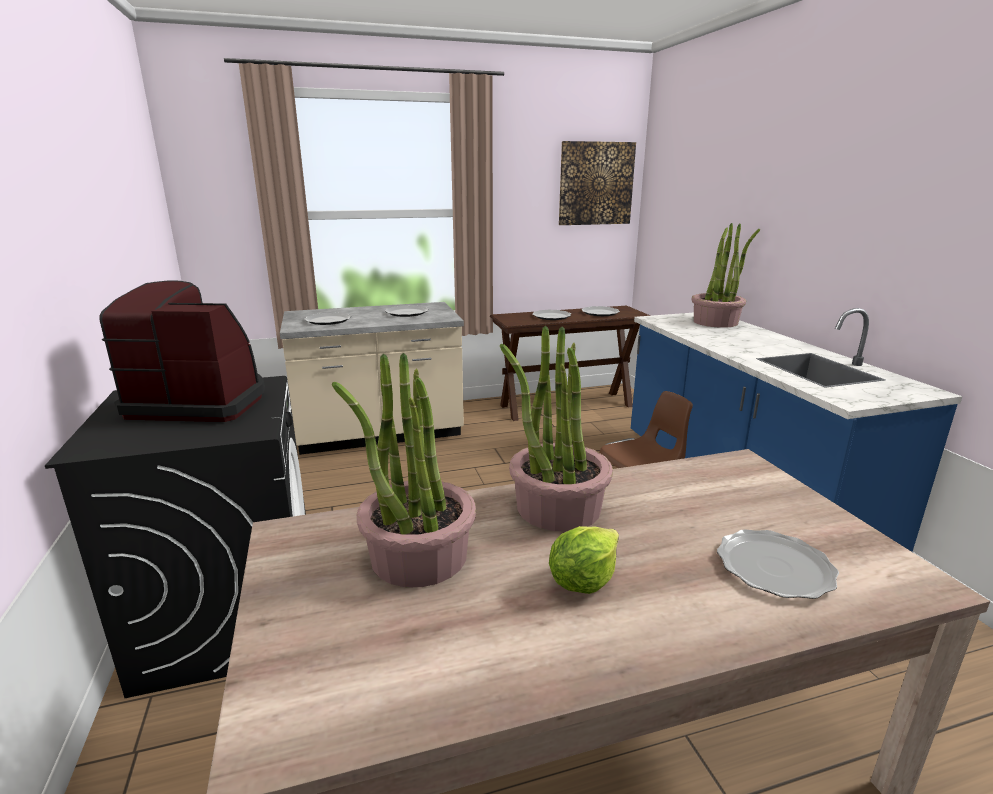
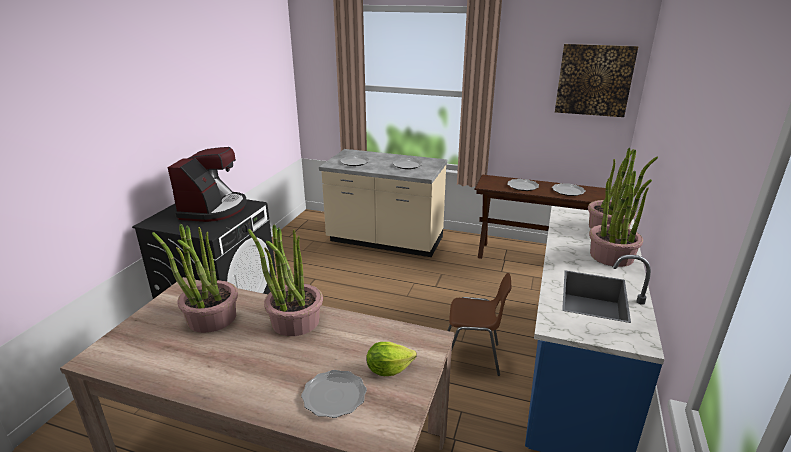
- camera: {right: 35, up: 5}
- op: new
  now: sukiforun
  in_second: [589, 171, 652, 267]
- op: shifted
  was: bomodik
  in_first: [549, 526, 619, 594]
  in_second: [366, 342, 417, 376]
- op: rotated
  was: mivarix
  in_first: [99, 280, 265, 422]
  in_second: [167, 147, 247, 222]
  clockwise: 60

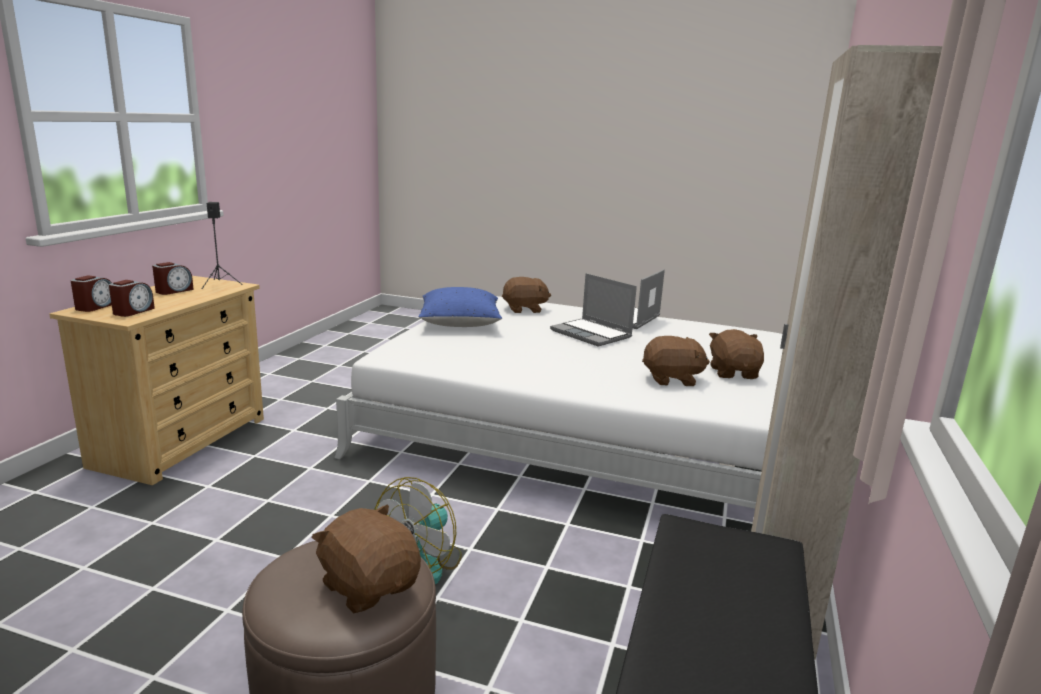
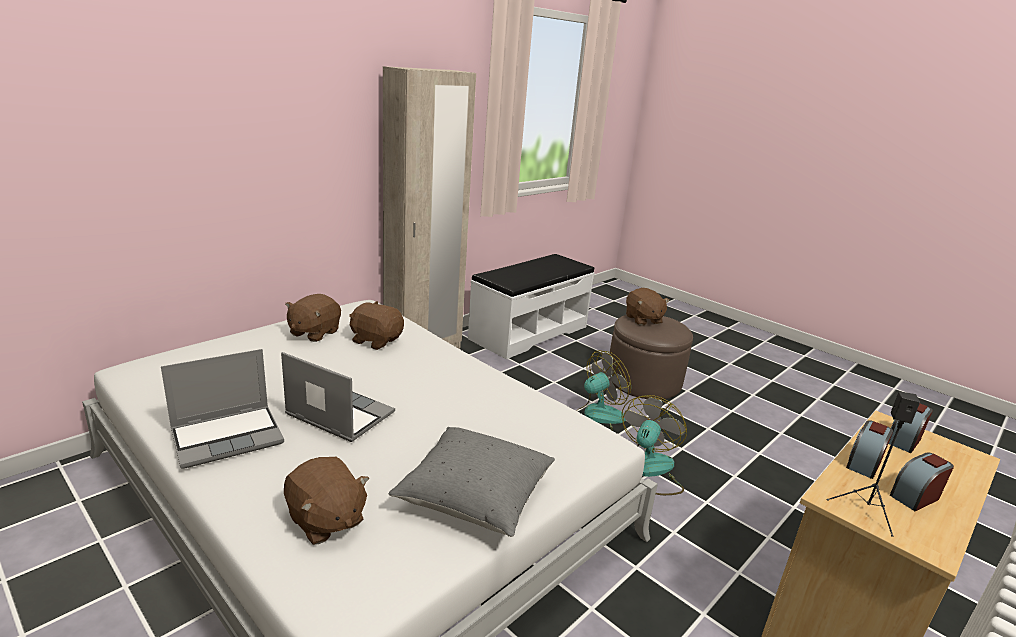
- camera: {right: -155, up: 5}
- op: new
  now: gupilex
  in_second: [622, 395, 687, 495]
- op: shifted
  was: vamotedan
  in_first: [71, 275, 112, 312]
  in_second: [846, 420, 893, 479]
- op: repainted
  was: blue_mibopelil
  now: grey_mibopelil
  in_first: [418, 287, 502, 327]
  in_second: [389, 427, 555, 537]
- op: rotated
  was: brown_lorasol
  in_first: [502, 277, 551, 313]
  in_second: [284, 457, 369, 545]
  clockwise: -150
- op: rotated
  was: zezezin
  in_first: [550, 273, 637, 347]
  in_second: [281, 352, 395, 442]
  clockwise: -45

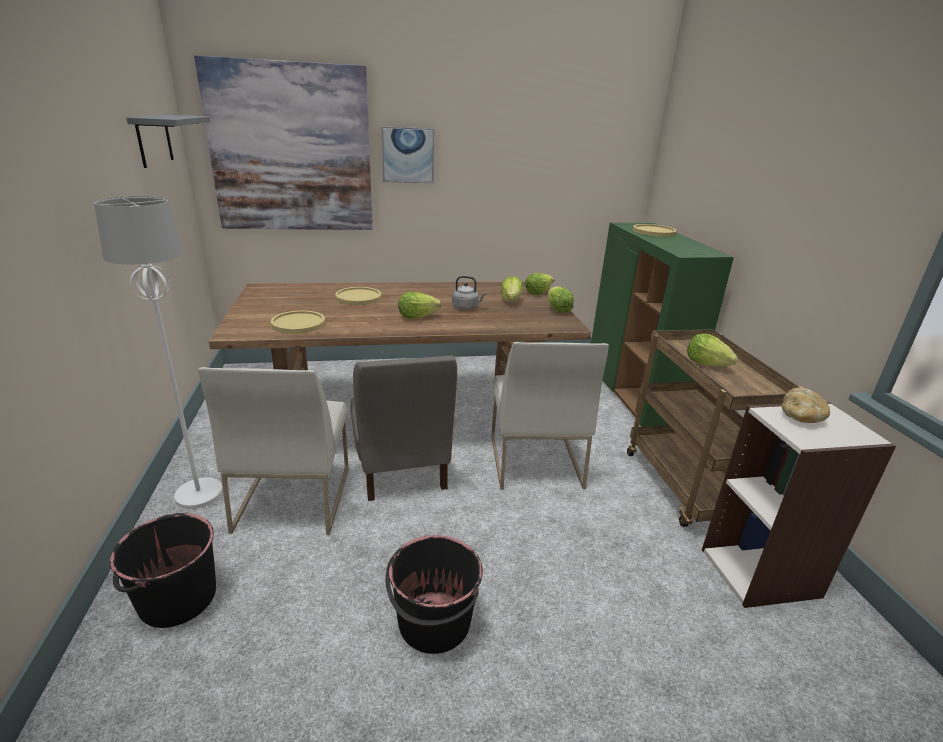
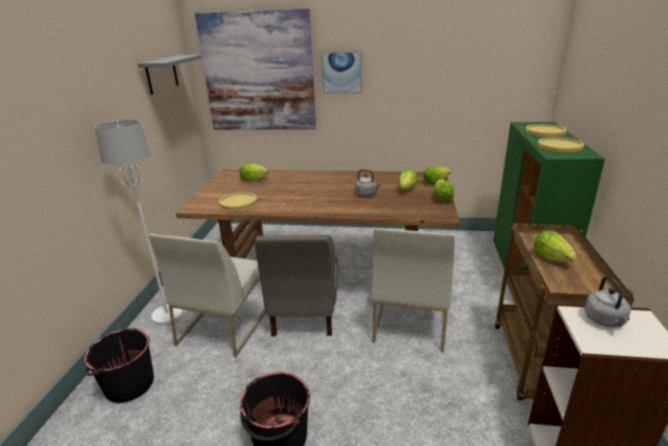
- camera: {right: 20, up: 0}
- op: shifted
  was: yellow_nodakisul
  in_first: [335, 287, 381, 305]
  in_second: [537, 137, 584, 152]
- op: shifted
  was: bomodik
  in_first: [398, 292, 441, 318]
  in_second: [239, 163, 269, 181]
- op: swapped
  was: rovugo
  now: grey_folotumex
  in_first: [782, 387, 830, 423]
  in_second: [584, 276, 631, 327]

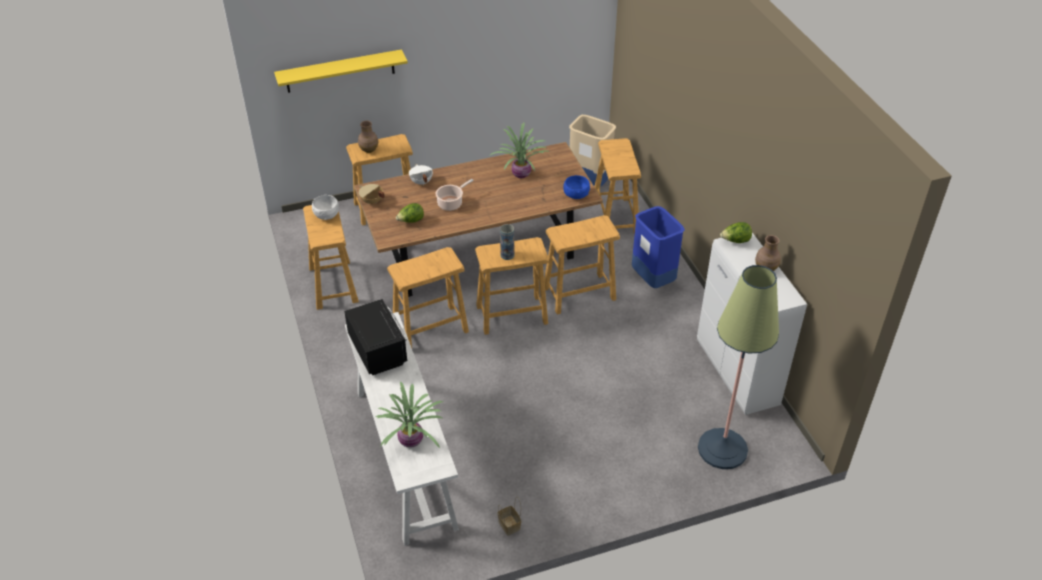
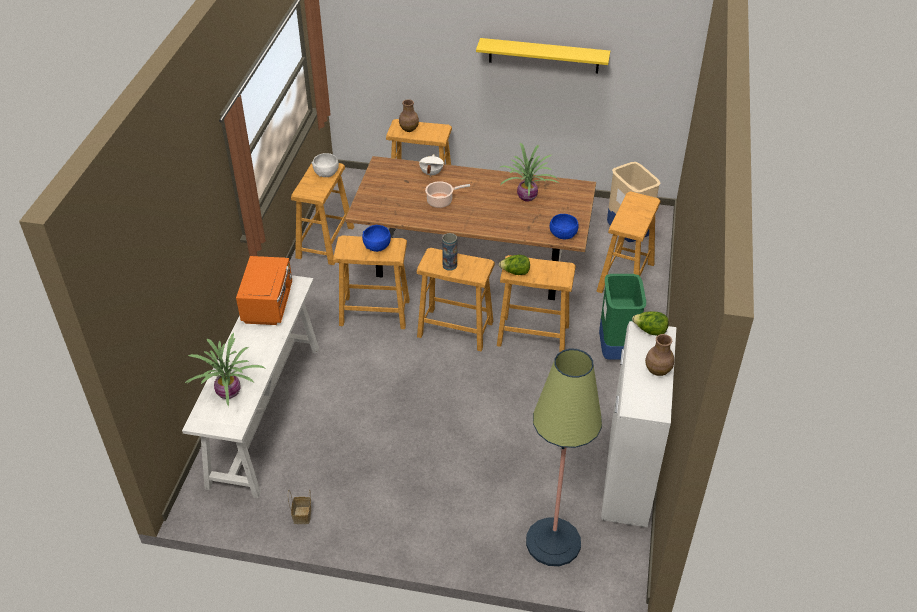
- camera: {right: 30, up: 0}
- op: gone
  was: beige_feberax
  in_first: [359, 184, 385, 204]
- op: new
  now: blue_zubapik
  in_second: [362, 225, 391, 252]
- op: shifted
  was: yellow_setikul
  in_first: [274, 49, 408, 93]
  in_second: [476, 38, 610, 73]
- op: shifted
  was: bomodik
  in_first: [396, 203, 424, 223]
  in_second: [499, 255, 530, 275]
- op: repainted
  was: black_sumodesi
  now: orange_sumodesi
  in_first: [344, 299, 408, 375]
  in_second: [236, 256, 292, 325]
- op: repainted
  was: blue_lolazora
  now: green_lolazora
  in_first: [632, 206, 685, 288]
  in_second: [599, 274, 646, 360]

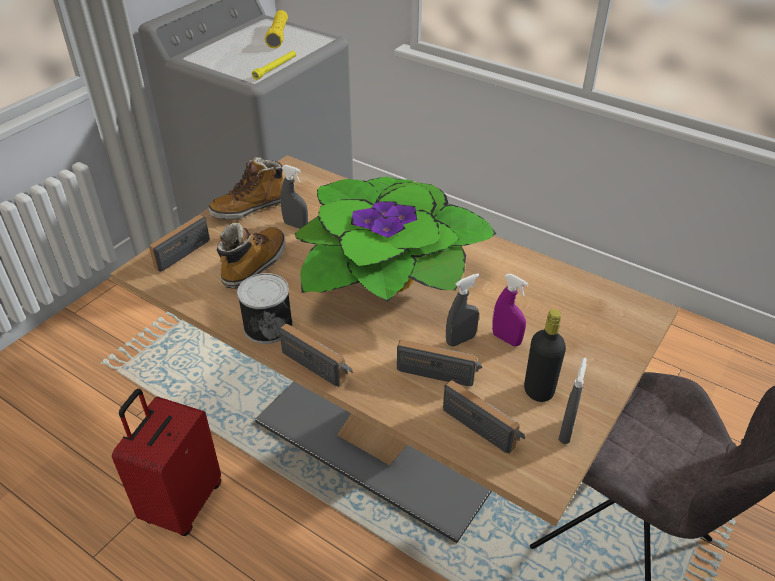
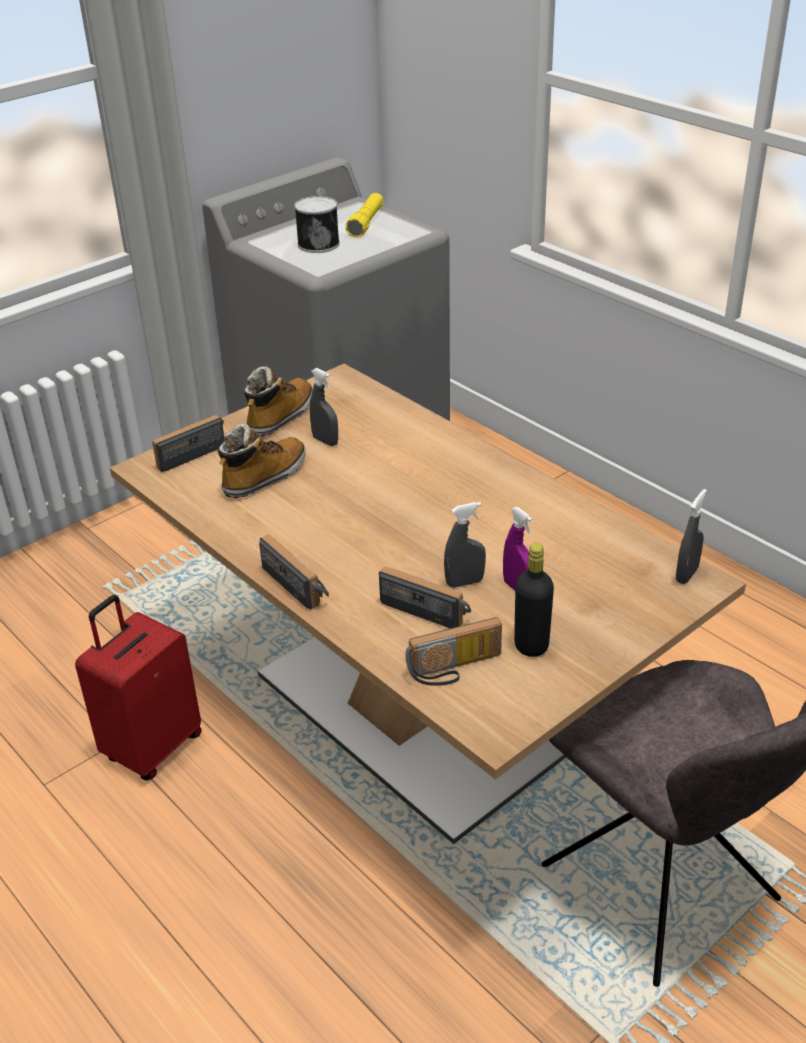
- camera: {right: 15, up: -5}
- op: gone
  was: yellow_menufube
  in_first: [252, 51, 296, 80]
- op: gone
  was: sukiforun
  in_first: [295, 177, 496, 302]
- op: shifted
  was: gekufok
  in_first: [237, 273, 293, 344]
  in_second: [294, 196, 340, 253]
- op: shifted
  was: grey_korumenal
  in_first: [558, 358, 587, 444]
  in_second: [676, 489, 707, 584]
- op: rotated
  was: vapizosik
  in_first: [208, 157, 284, 220]
  in_second: [244, 366, 313, 437]
  clockwise: 135
- op: rotated
  was: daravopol
  in_first: [443, 380, 525, 454]
  in_second: [405, 617, 502, 686]
  clockwise: 105

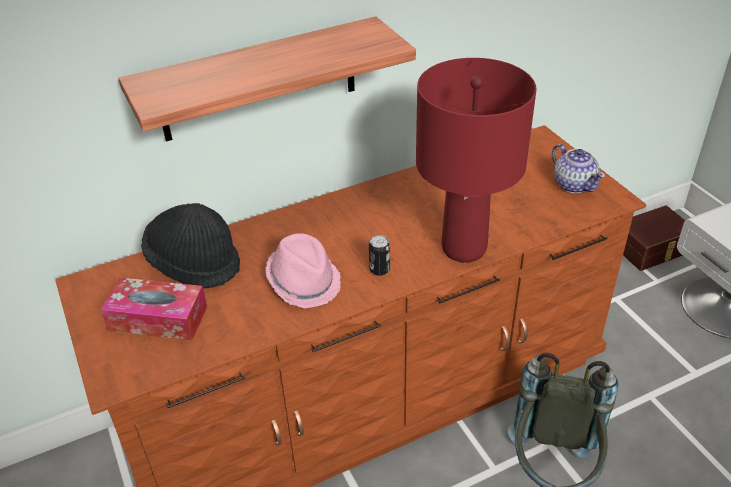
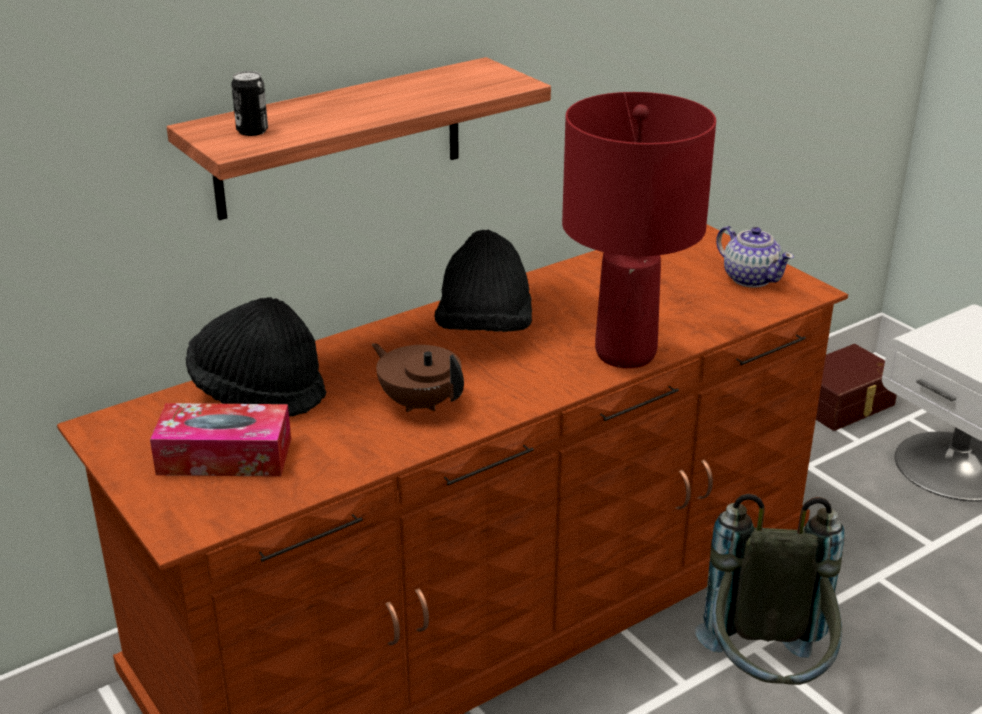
- camera: {right: -10, up: -10}
- op: new
  now: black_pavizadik
  in_second: [435, 229, 532, 332]
- op: shifted
  was: gekufok
  in_first: [369, 235, 390, 276]
  in_second: [231, 71, 268, 136]
- op: swapped
  was: pink_pavizadik
  now: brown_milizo
  in_first: [266, 233, 341, 308]
  in_second: [372, 343, 464, 412]

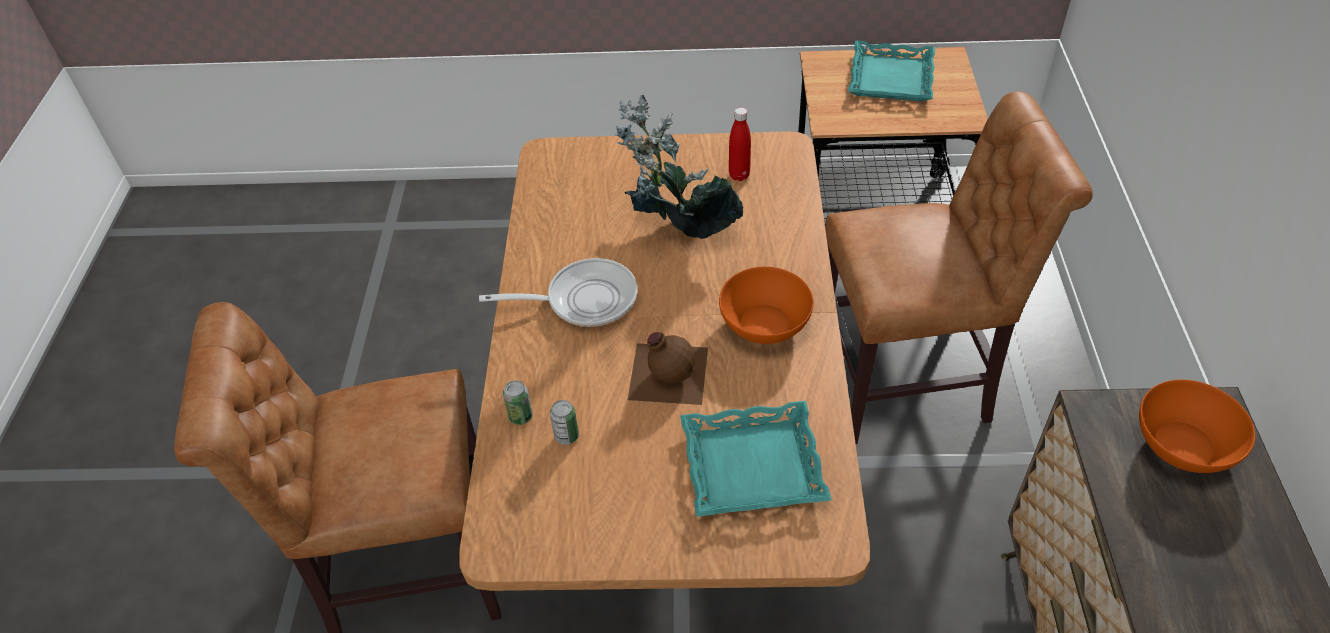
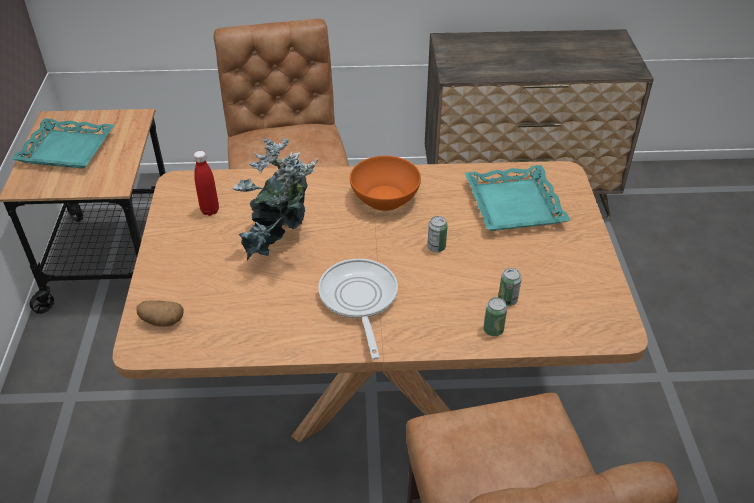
- camera: {right: -95, up: -5}
- op: gone
  was: orange_zubapik
  in_first: [1139, 379, 1255, 473]
- op: new
  now: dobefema
  in_second: [136, 300, 184, 327]
- op: swapped
  was: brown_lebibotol
  now: gekufok
  in_first: [628, 332, 708, 405]
  in_second: [427, 216, 448, 252]

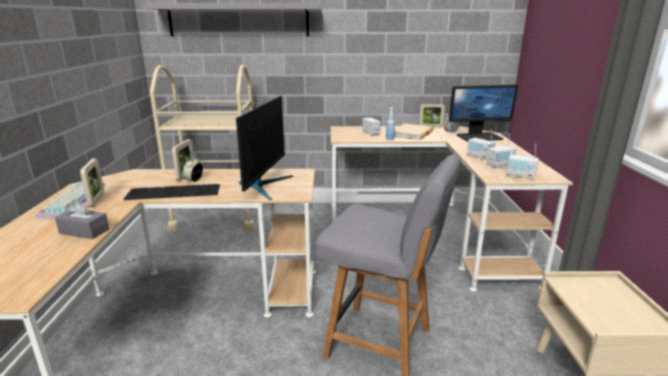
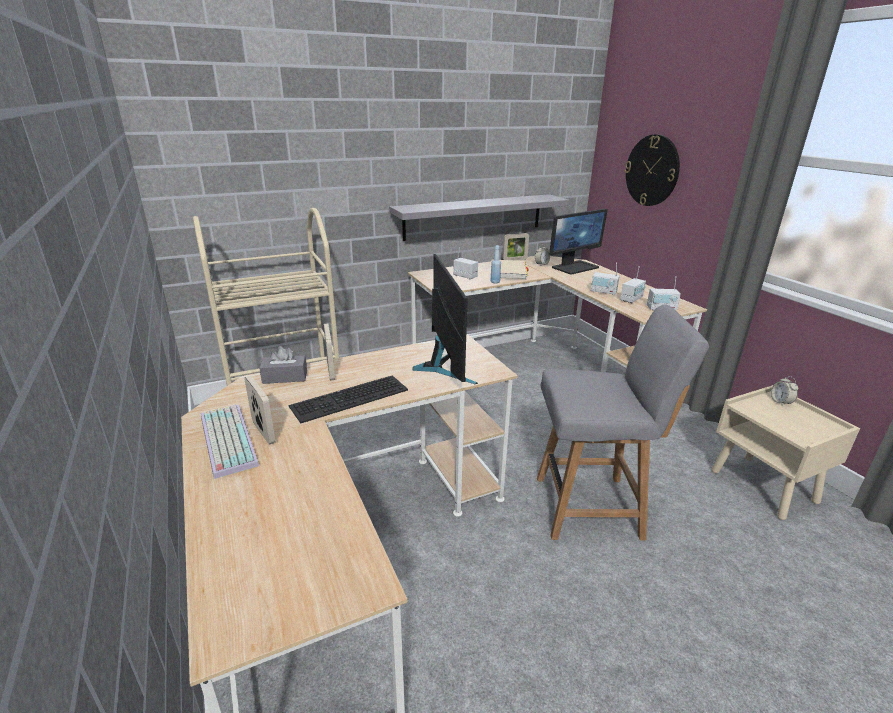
- camera: {right: -25, up: 5}
- op: new
  now: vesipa
  in_second: [625, 134, 680, 206]
- op: shifted
  was: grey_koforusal
  in_first: [55, 199, 110, 239]
  in_second: [259, 346, 307, 384]
- op: shifted
  was: grey_setikul
  in_first: [143, 3, 320, 36]
  in_second: [389, 194, 570, 241]
- op: shifted
  was: vamotedan
  in_first: [183, 156, 203, 182]
  in_second: [771, 376, 798, 407]

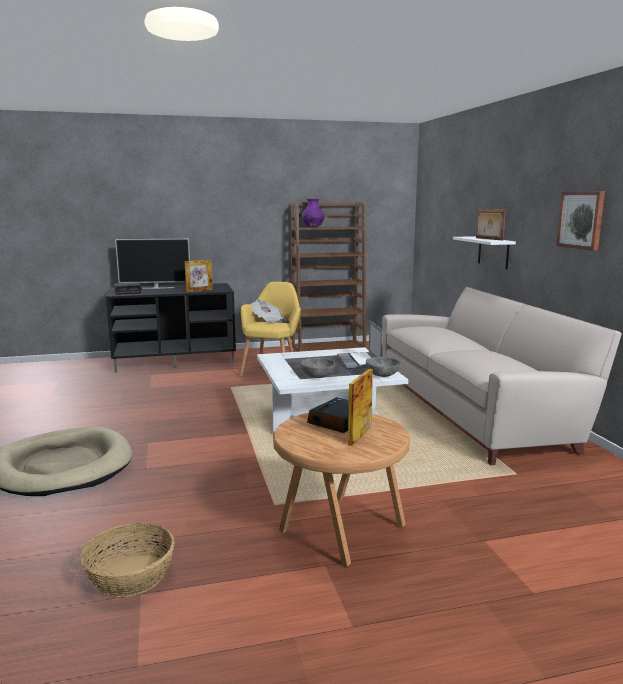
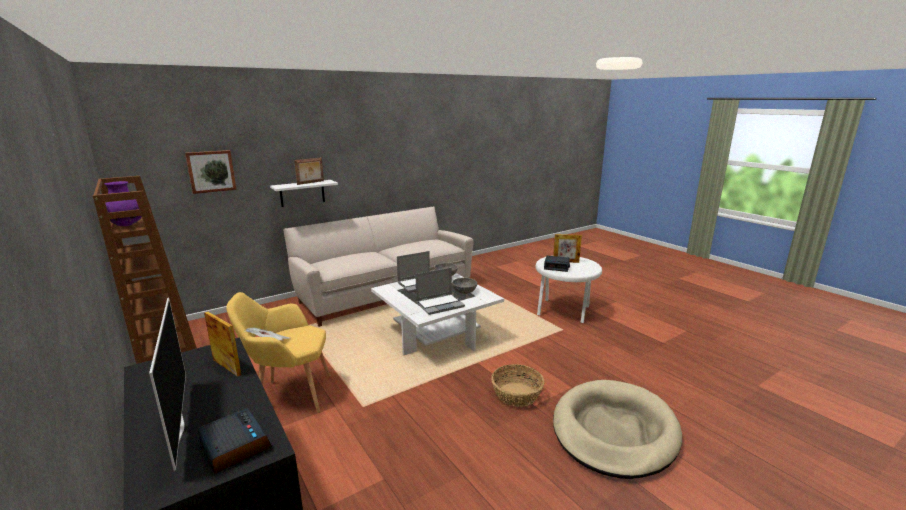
- camera: {right: -110, up: 5}
- op: new
  now: zezezin
  in_second: [415, 268, 465, 315]
- op: shifted
  was: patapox
  in_first: [80, 523, 175, 597]
  in_second: [491, 364, 544, 407]
- op: shifted
  was: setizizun
  in_first: [556, 191, 605, 251]
  in_second: [185, 150, 236, 194]
- op: repainted
  was: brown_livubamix
  now: white_livubamix
  in_first: [273, 413, 410, 566]
  in_second: [535, 257, 602, 323]

